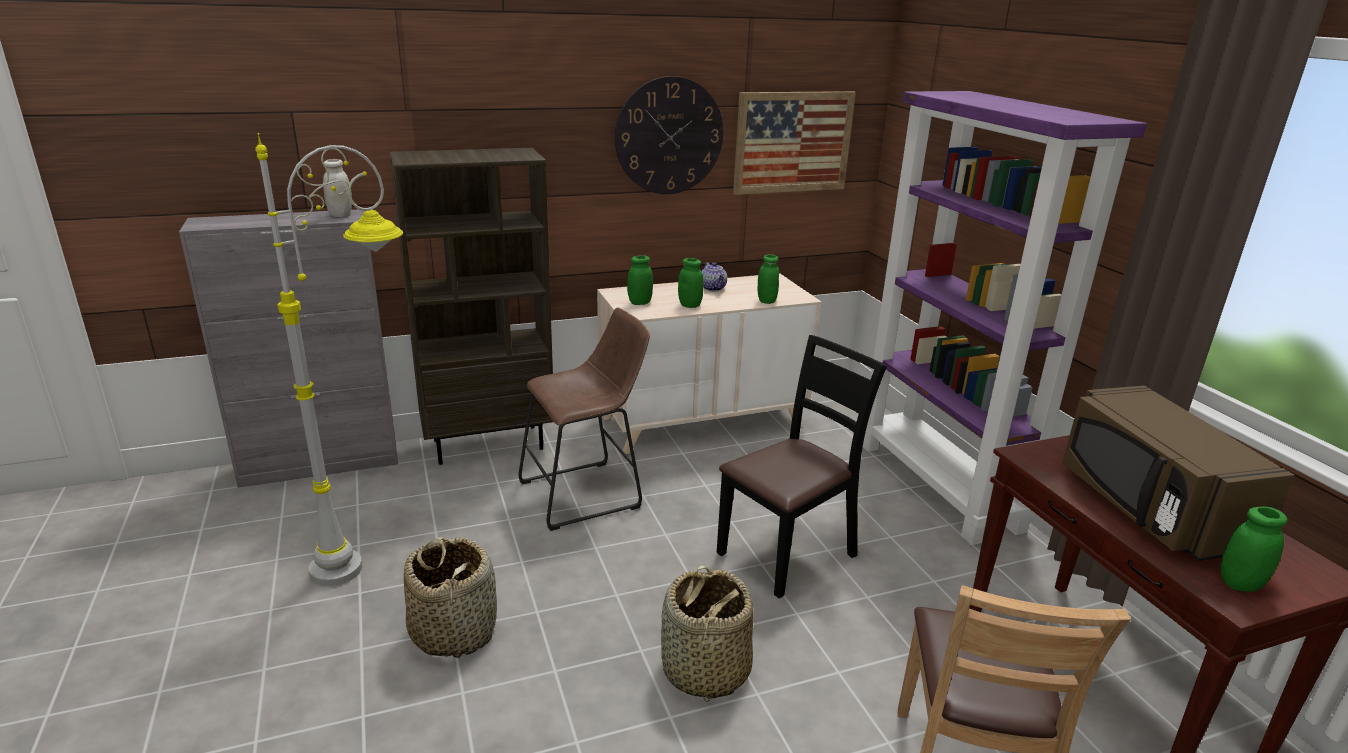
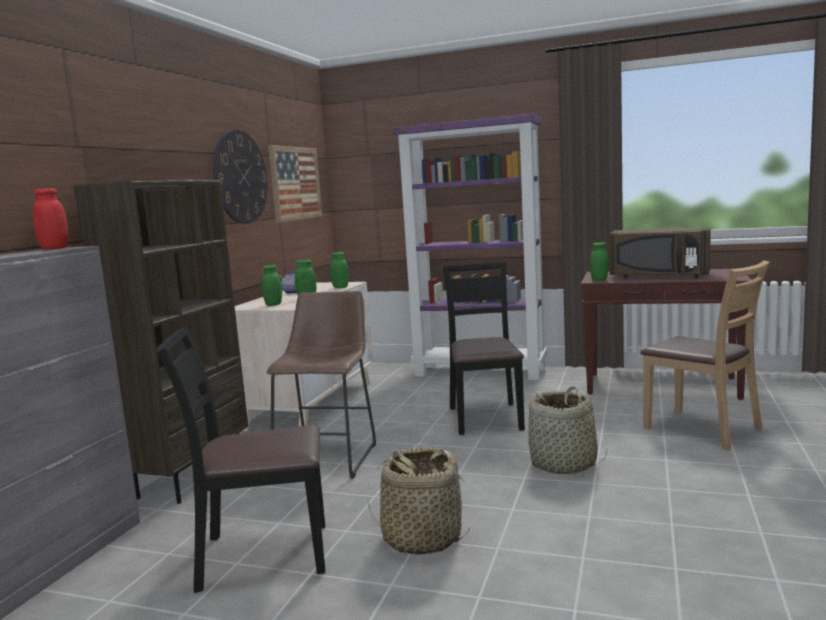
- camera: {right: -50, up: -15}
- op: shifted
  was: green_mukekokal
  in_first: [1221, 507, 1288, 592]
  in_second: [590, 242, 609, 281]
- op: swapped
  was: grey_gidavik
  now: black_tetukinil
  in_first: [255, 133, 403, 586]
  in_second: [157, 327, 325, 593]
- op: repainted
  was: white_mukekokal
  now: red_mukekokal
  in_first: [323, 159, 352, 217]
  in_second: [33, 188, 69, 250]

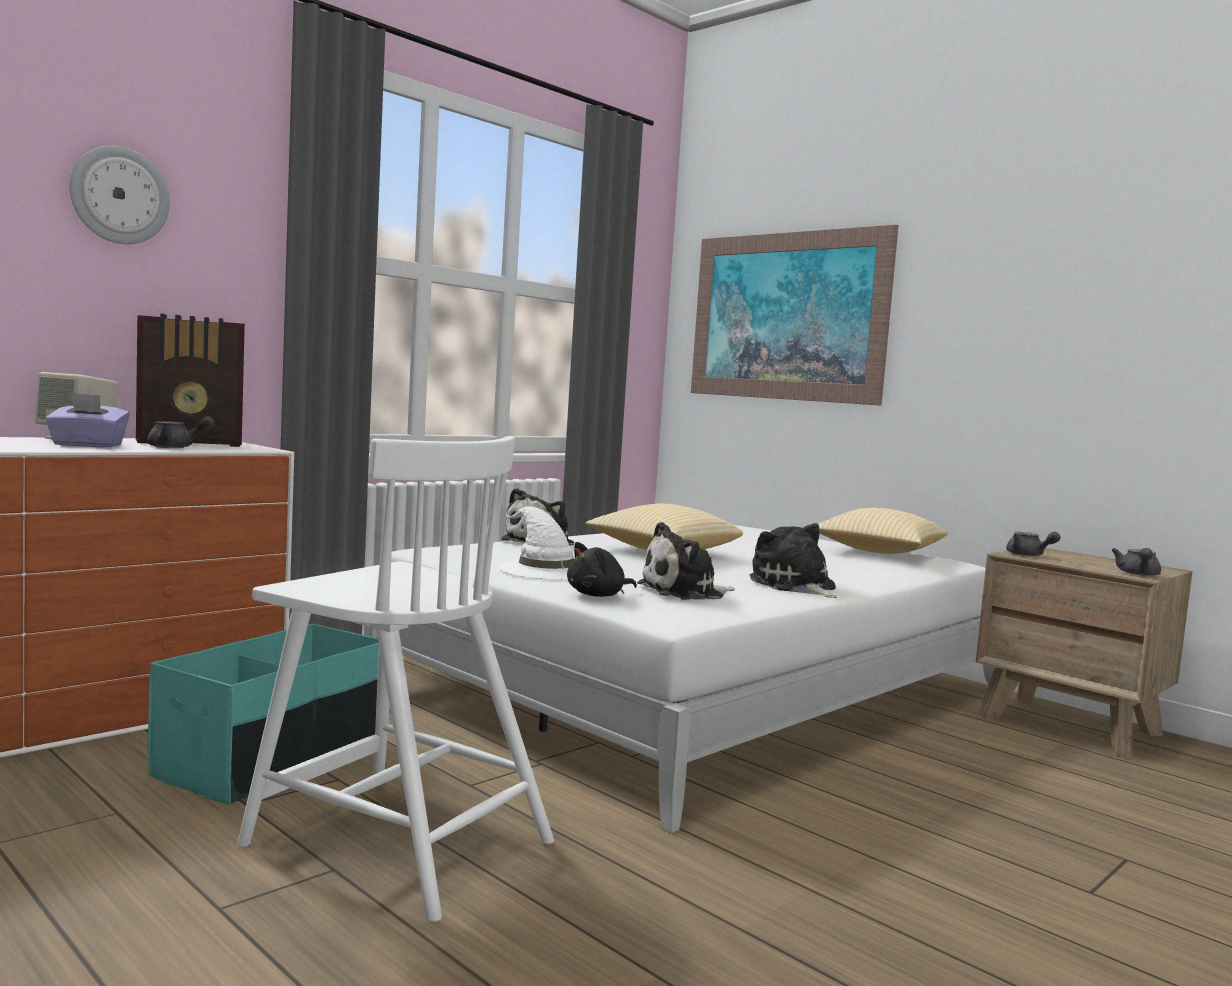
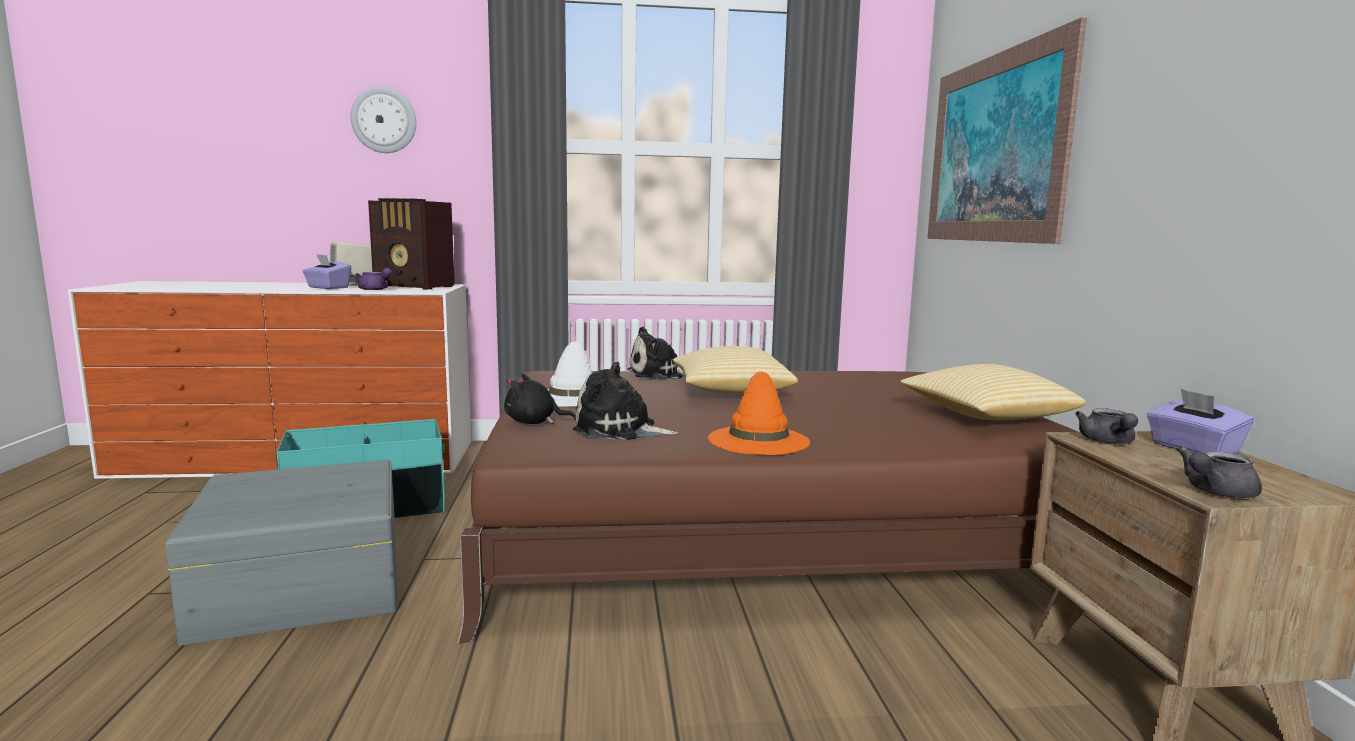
- camera: {right: 40, up: 5}
- op: new
  now: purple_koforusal
  in_second: [1147, 389, 1254, 454]
- op: swapped
  was: white_tetukinil
  now: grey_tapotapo
  in_first: [237, 436, 554, 922]
  in_second: [165, 460, 397, 646]
- op: swapped
  was: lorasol
  now: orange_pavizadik
  in_first: [750, 523, 837, 598]
  in_second: [708, 372, 810, 455]
- op: repainted
  was: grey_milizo
  now: purple_milizo
  in_first: [147, 416, 215, 448]
  in_second: [355, 268, 392, 290]
- op: repainted
  was: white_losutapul
  now: brown_losutapul
  in_first: [364, 525, 995, 833]
  in_second: [458, 371, 1078, 644]

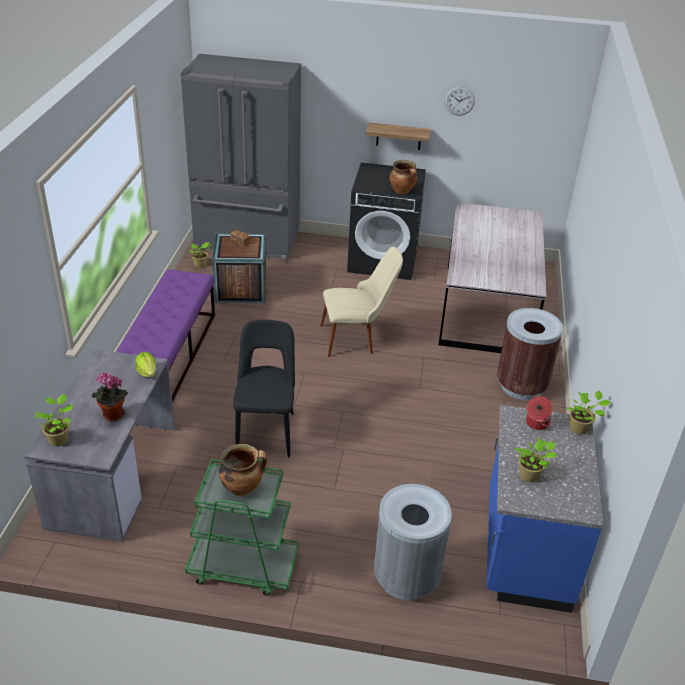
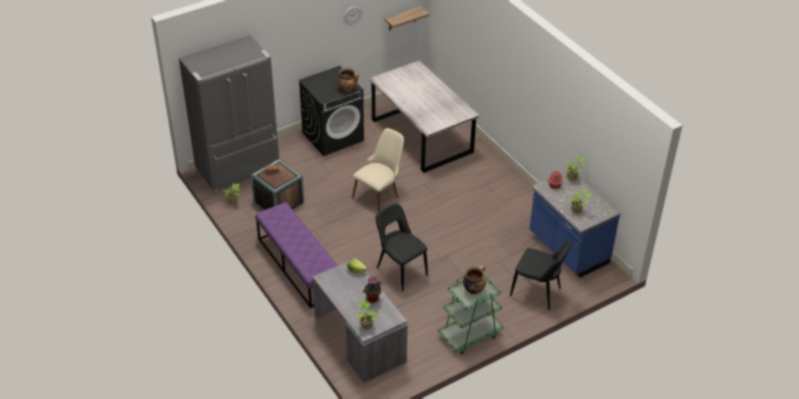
- camera: {right: -40, up: 5}
- op: gone
  was: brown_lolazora
  in_first: [497, 308, 563, 400]
- op: shifted
  was: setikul
  in_first: [366, 123, 431, 150]
  in_second: [384, 6, 430, 30]
- op: swapped
  was: grey_lolazora
  now: black_tetukinil
  in_first: [374, 484, 452, 601]
  in_second: [510, 240, 572, 310]

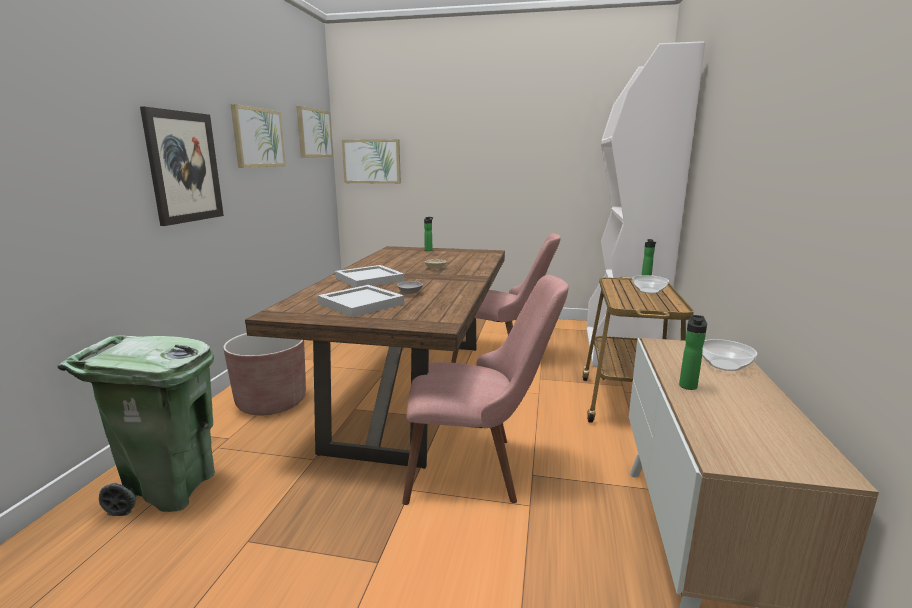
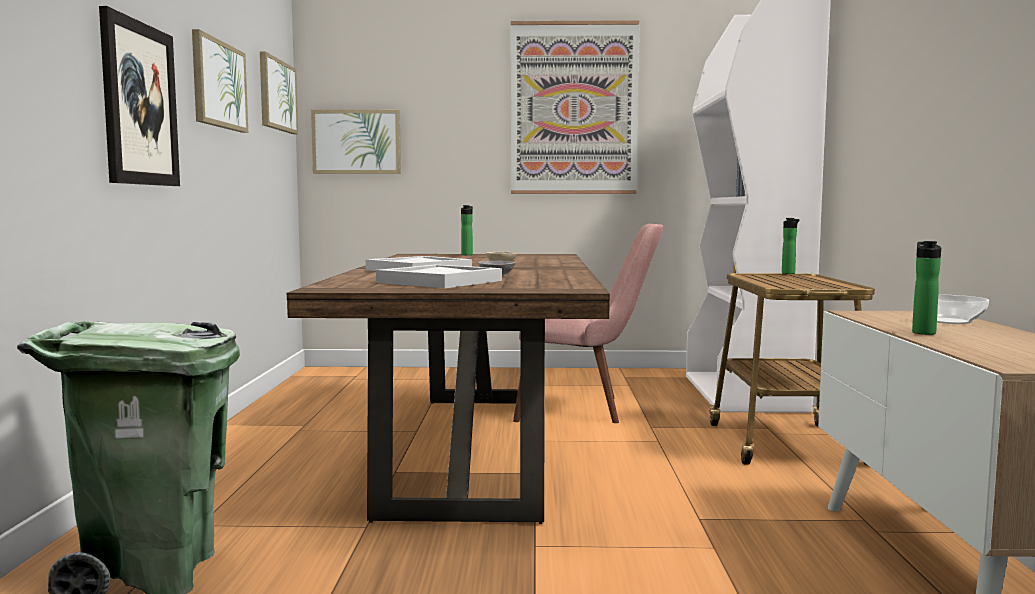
- camera: {right: -10, up: -10}
- op: gone
  was: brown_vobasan
  in_first: [223, 333, 306, 415]
- op: gone
  was: pink_tetukinil
  in_first: [402, 275, 569, 505]
- op: gone
  was: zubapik
  in_first: [632, 275, 669, 294]
- op: new
  now: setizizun
  in_second: [510, 20, 639, 194]

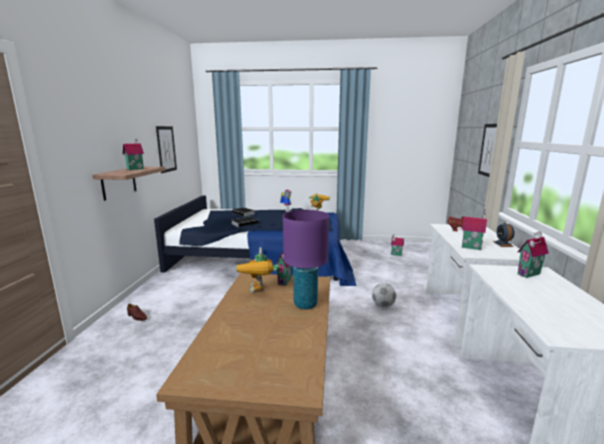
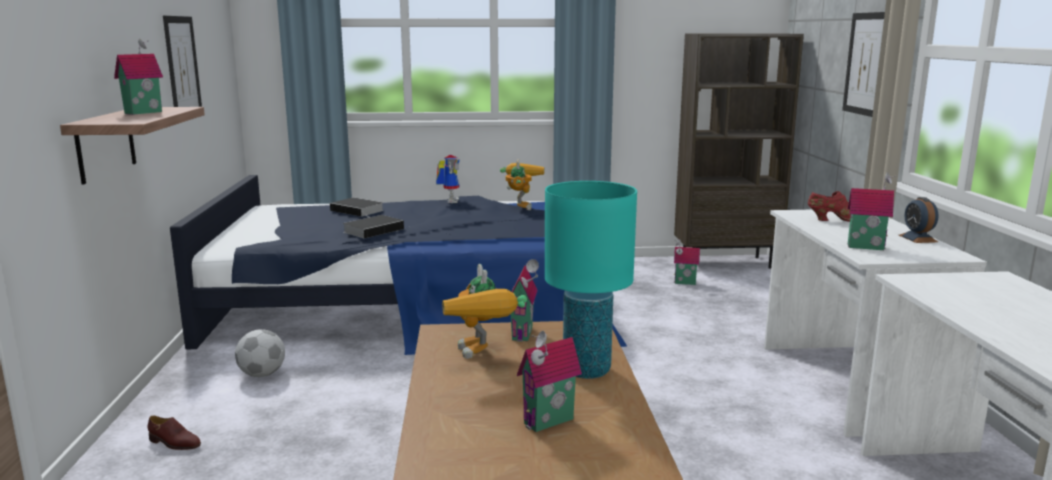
- camera: {right: -10, up: 0}
- op: new
  now: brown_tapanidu
  in_second: [674, 34, 804, 269]
- op: shifted
  was: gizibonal
  in_first: [372, 283, 396, 307]
  in_second: [235, 329, 285, 377]
- op: shifted
  was: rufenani
  in_first: [517, 231, 549, 278]
  in_second: [517, 331, 582, 432]
- op: repainted
  was: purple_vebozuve
  now: turquoise_vebozuve
  in_first: [283, 210, 329, 309]
  in_second: [545, 181, 637, 379]

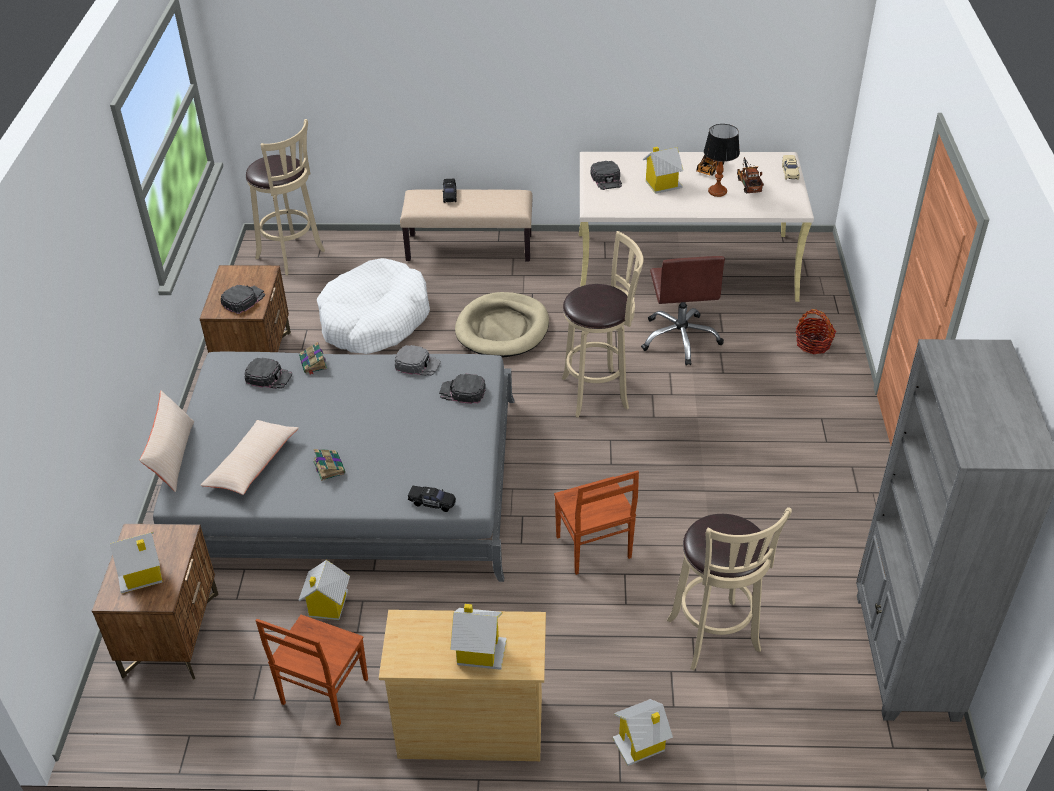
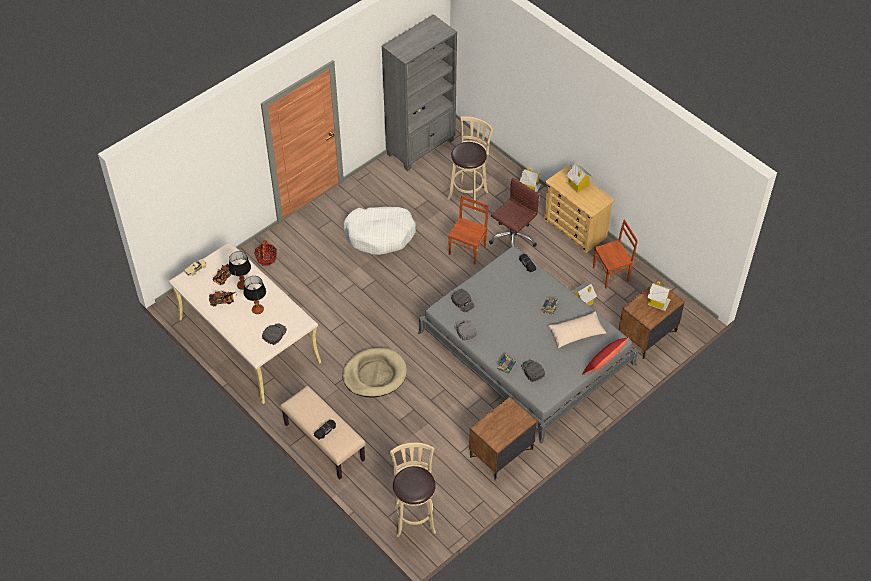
- camera: {right: -135, up: 10}
- op: gone
  was: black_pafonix
  in_first: [220, 284, 265, 314]
- op: gone
  was: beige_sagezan
  in_first: [562, 231, 643, 418]
- op: shifted
  was: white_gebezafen
  in_first: [317, 258, 430, 354]
  in_second: [344, 207, 416, 255]
- op: shifted
  was: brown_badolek
  in_first: [641, 256, 725, 366]
  in_second: [489, 178, 540, 247]
- op: swapped
  was: rufenani
  now: vebozuve
  in_first: [643, 147, 683, 194]
  in_second: [244, 276, 266, 314]
- op: repainted
  was: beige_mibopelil
  now: red_mibopelil
  in_first: [139, 390, 194, 492]
  in_second: [582, 337, 629, 375]

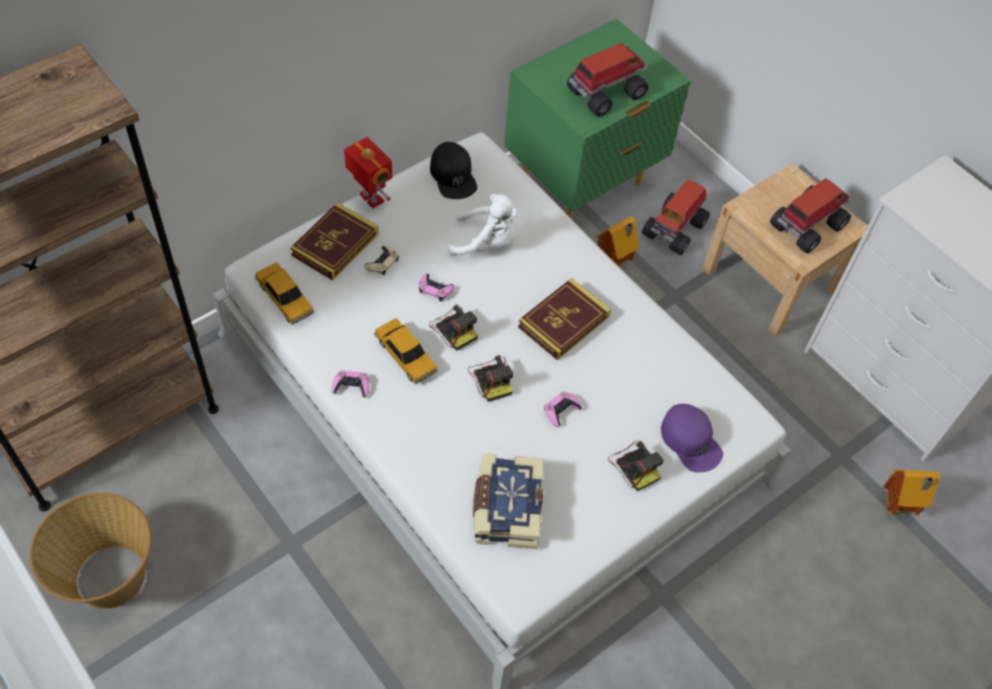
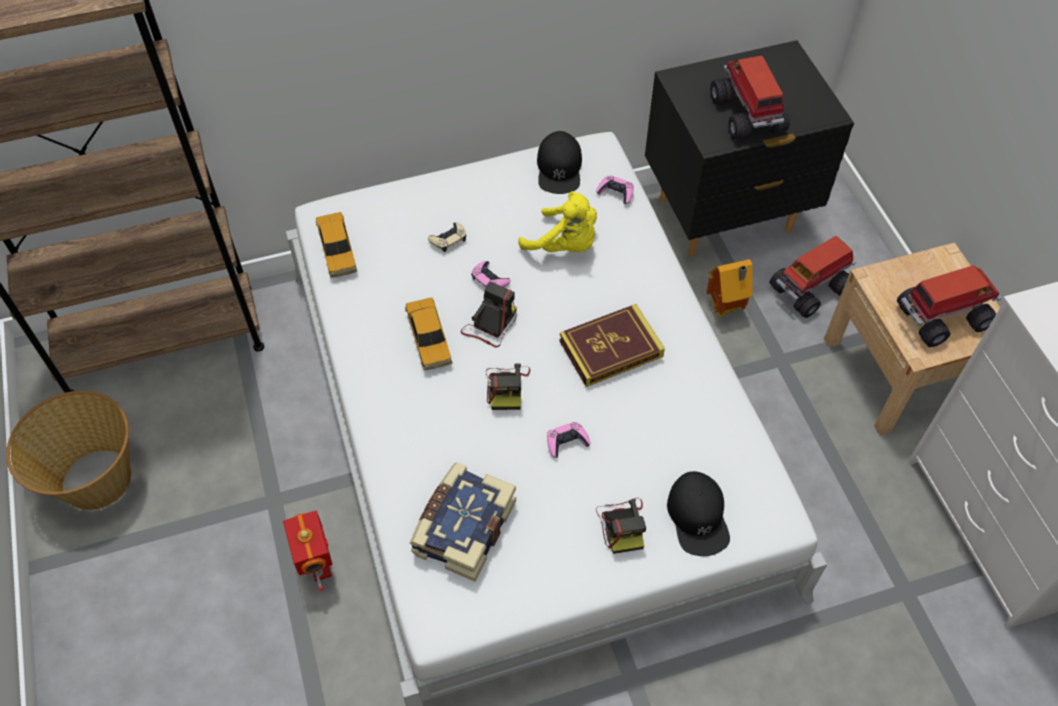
- camera: {right: 25, up: 0}
- op: gone
  was: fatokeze
  in_first: [290, 202, 379, 280]
- op: gone
  was: rufenani
  in_first: [883, 469, 940, 515]
- op: shifted
  was: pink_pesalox
  in_first: [331, 370, 369, 397]
  in_second: [596, 175, 634, 204]
- op: shifted
  was: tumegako
  in_first: [344, 137, 392, 208]
  in_second: [283, 511, 333, 591]
- op: repainted
  was: white_lorasol
  now: yellow_lorasol
  in_first: [448, 194, 518, 256]
  in_second: [518, 191, 597, 252]
- op: repainted
  was: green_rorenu
  now: black_rorenu
  in_first: [504, 18, 691, 219]
  in_second: [645, 40, 854, 257]
- op: repainted
  was: purple_pafonix
  now: black_pafonix
  in_first: [661, 404, 723, 472]
  in_second: [667, 471, 730, 556]
- op: rotated
  was: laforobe
  in_first: [429, 304, 478, 350]
  in_second: [461, 281, 517, 347]
  clockwise: -135
- op: rotated
  was: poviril
  in_first: [567, 43, 649, 117]
  in_second: [710, 55, 790, 140]
  clockwise: -90

